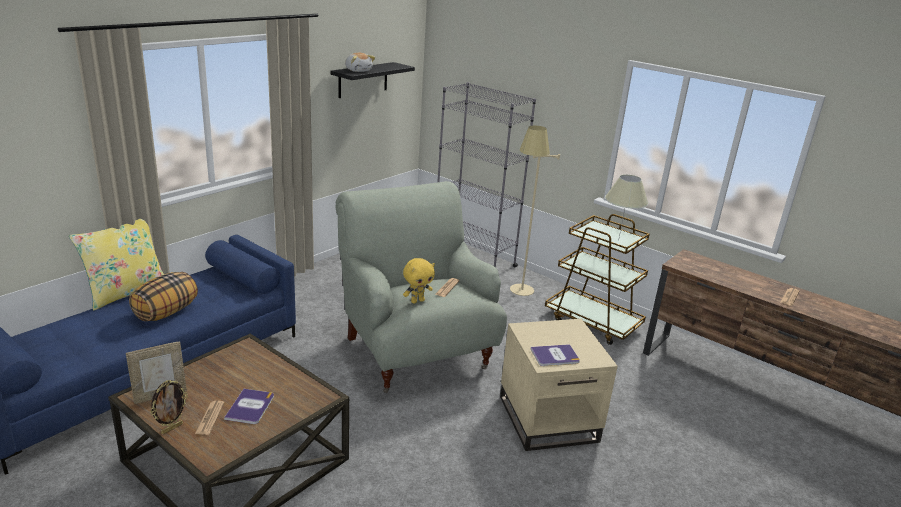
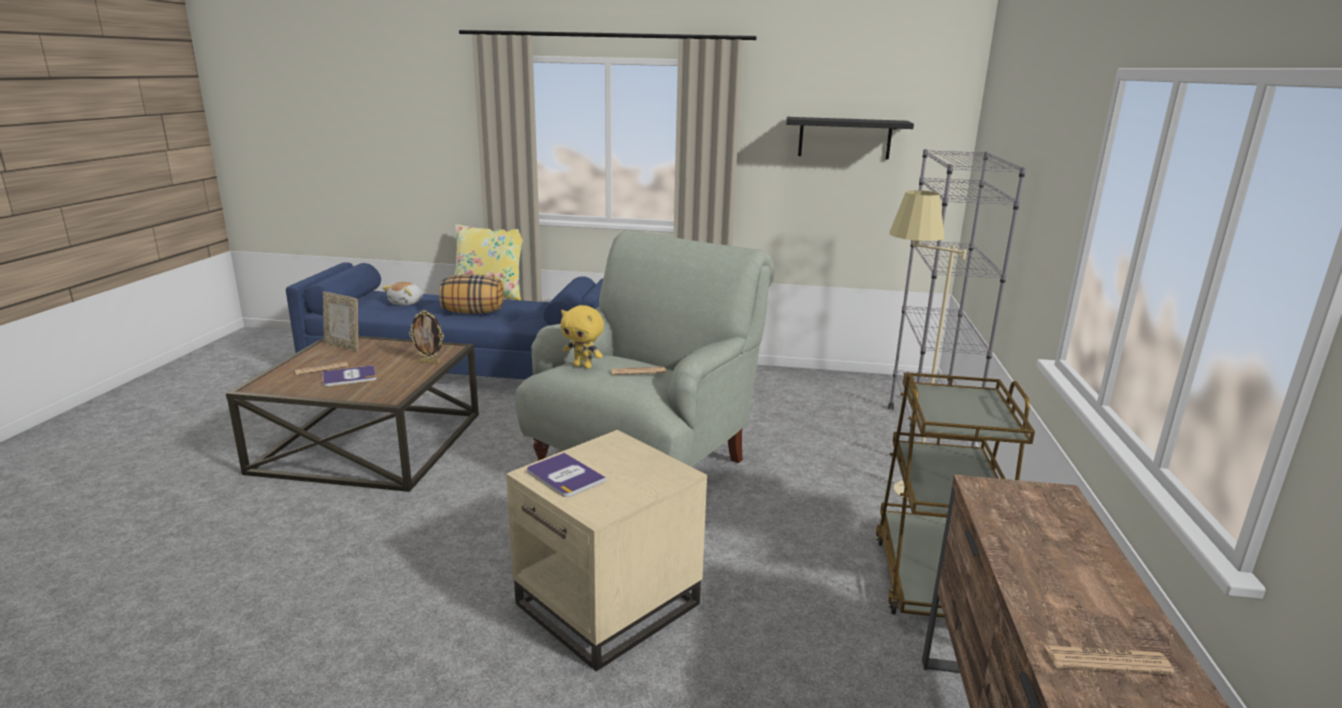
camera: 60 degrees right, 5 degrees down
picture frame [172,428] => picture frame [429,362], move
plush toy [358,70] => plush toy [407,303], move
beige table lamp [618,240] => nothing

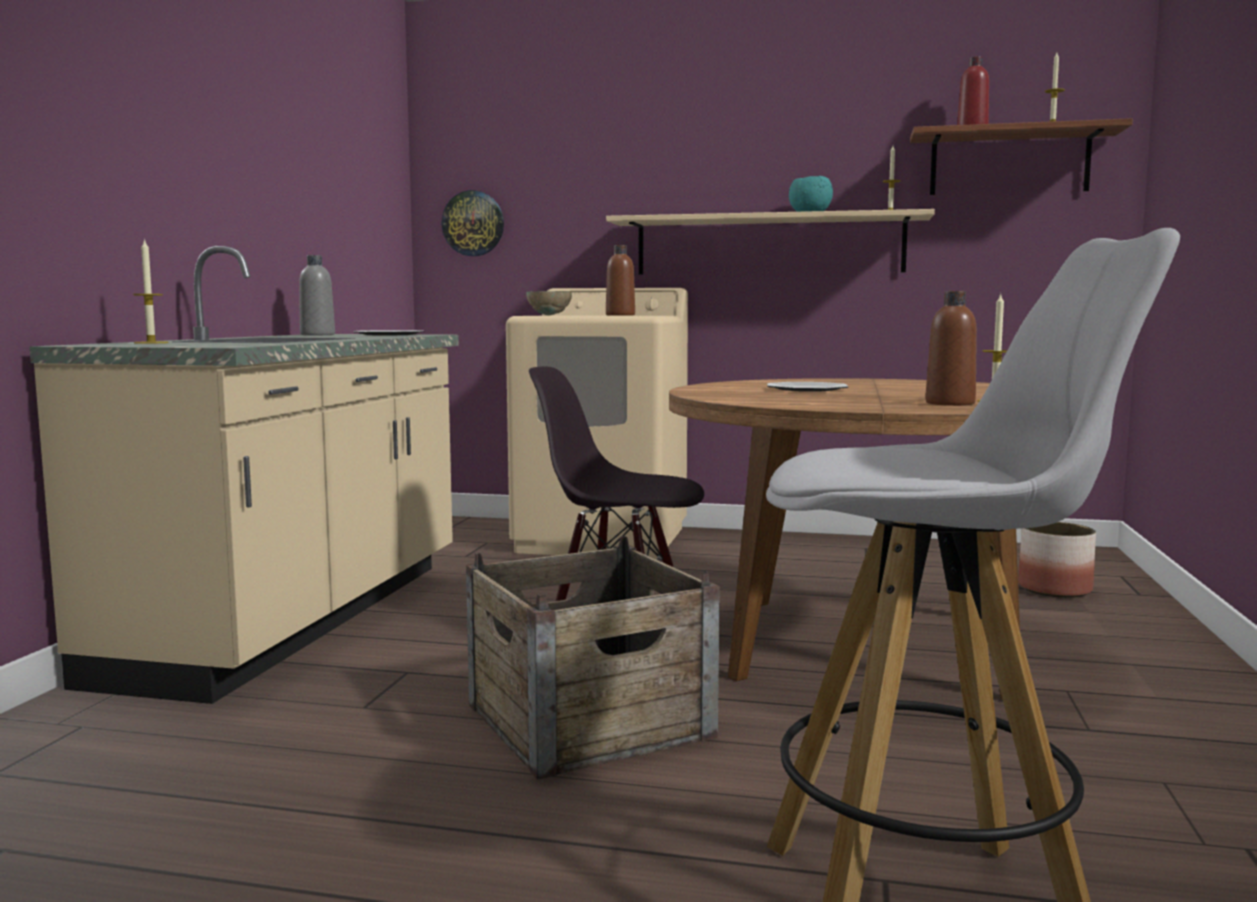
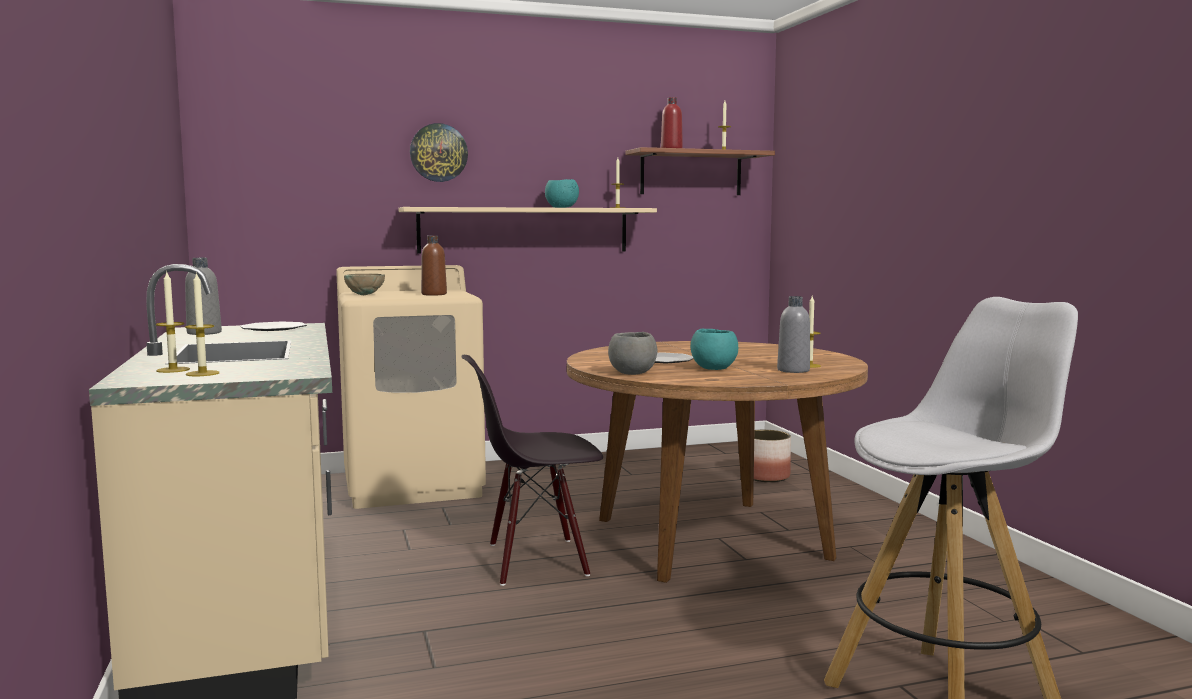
camera: 30 degrees left, 0 degrees up
wall clock [473,223] => wall clock [438,152], move
crate [589,720] => nothing
brown bottle [950,403] => grey bottle [793,370]
nothing => candle [202,373]
nothing => grey bowl [631,373]
nothing => turquoise bowl [713,368]

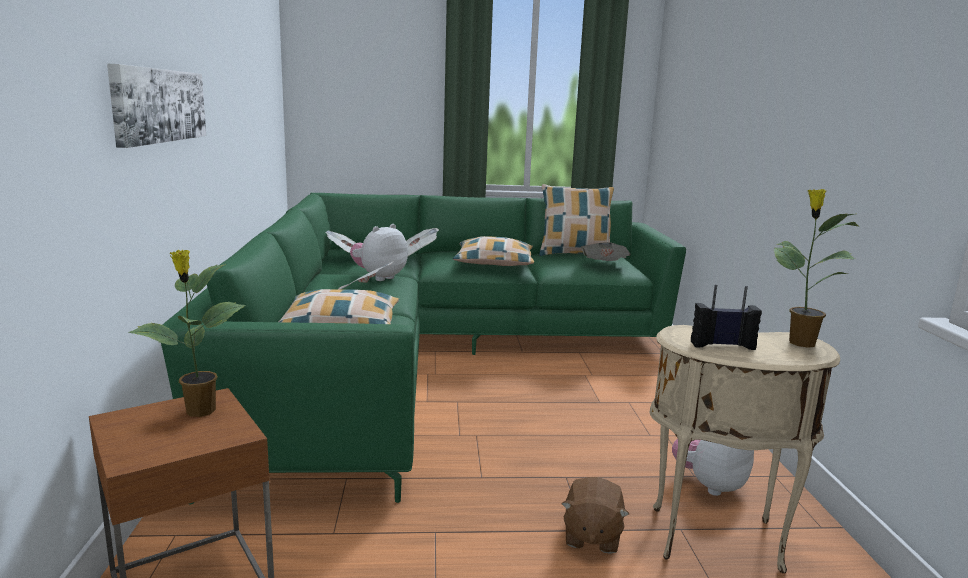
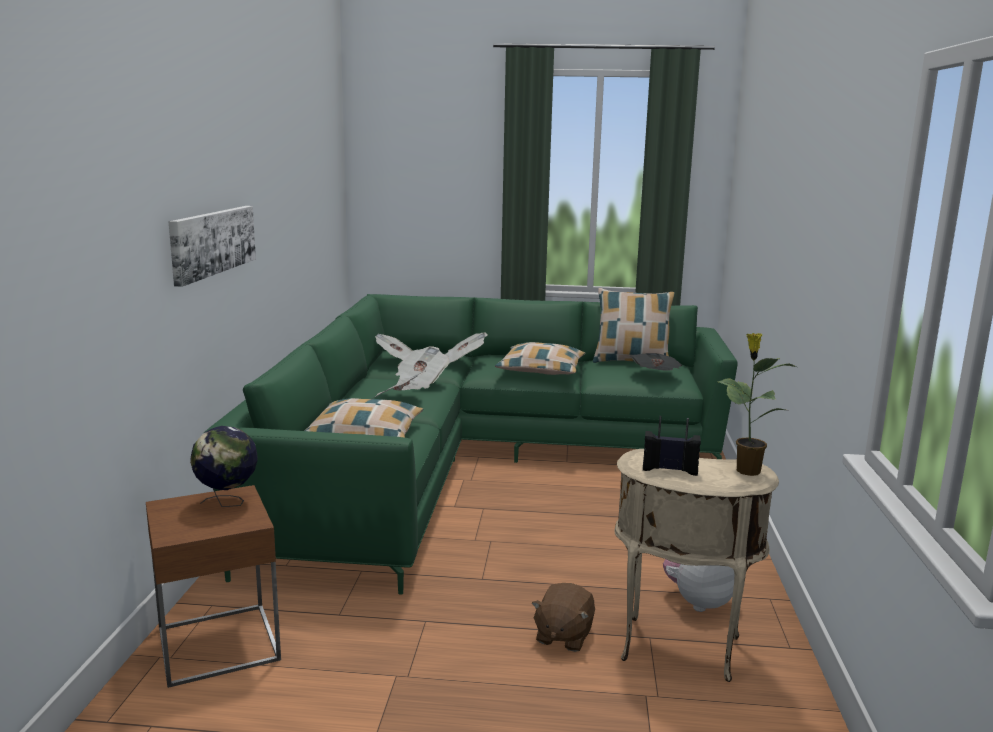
camera: 10 degrees right, 0 degrees up
potted plant [199,411] => globe [227,503]
plush toy [379,277] => newspaper [419,383]

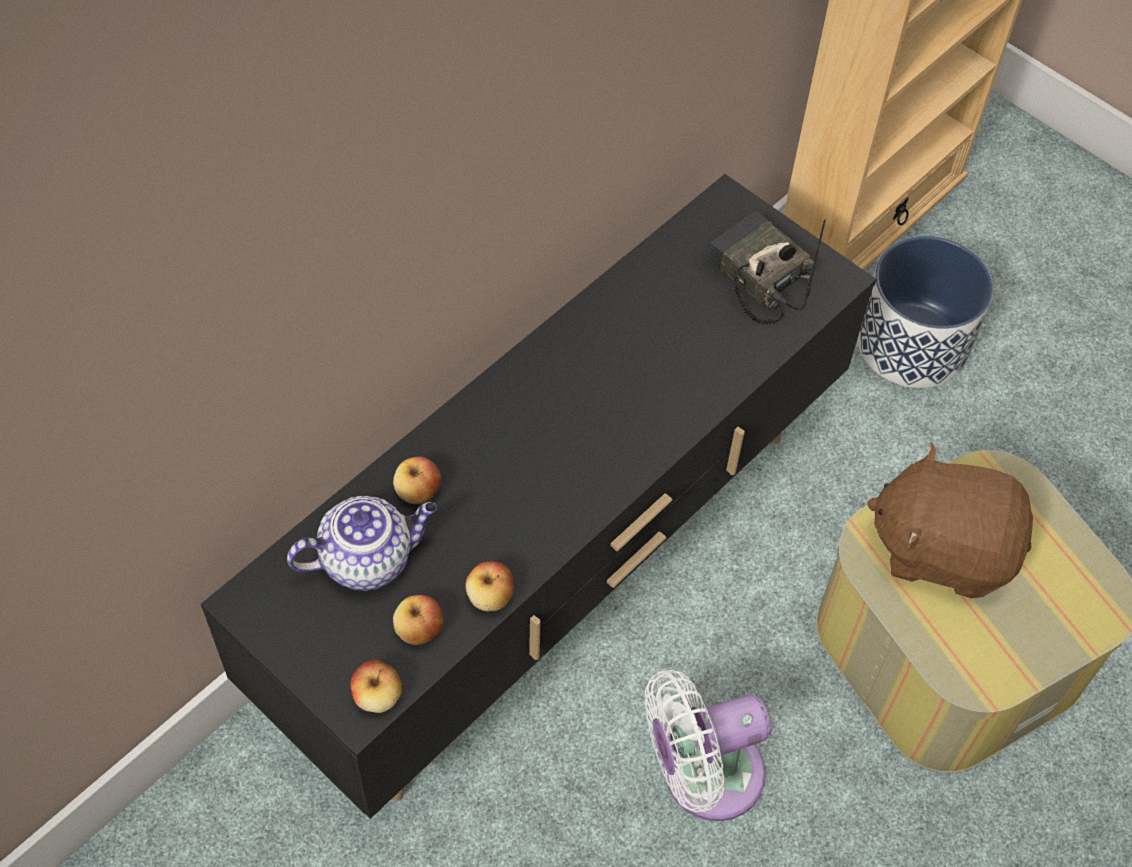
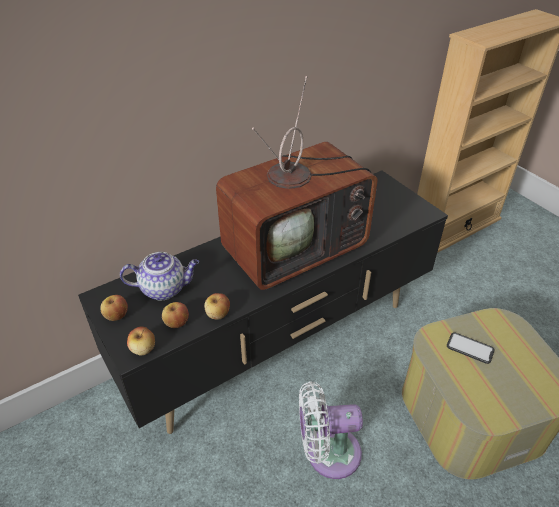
camera: 15 degrees right, 15 degrees down
apple [418,492] => apple [116,316], move
radio [756,276] => nothing
planter [912,343] => nothing
brown plush toy [942,548] => phone [470,348]
nothing => television [296,247]

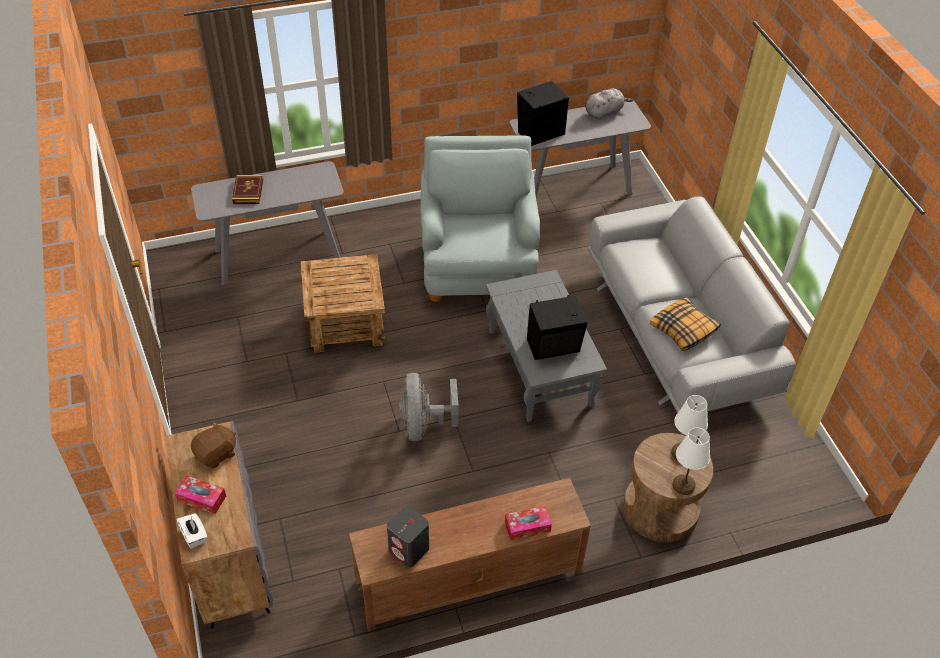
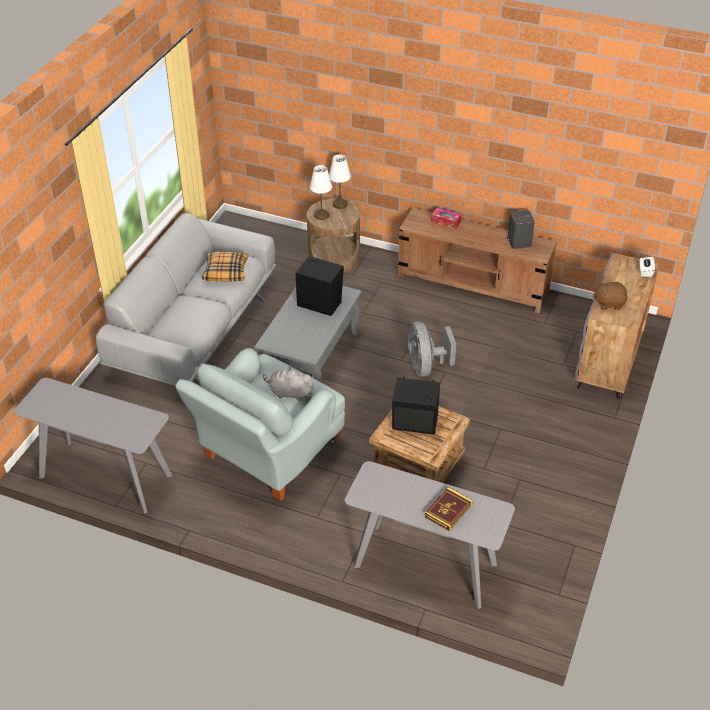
camera: 140 degrees left, 5 degrees down
tissue box [201,498] => nothing
grey fan [423,425] => grey fan [426,367], 135 degrees clockwise
black speaker [539,132] => black speaker [415,424], move
grey plush toy [604,112] => grey plush toy [289,393], move

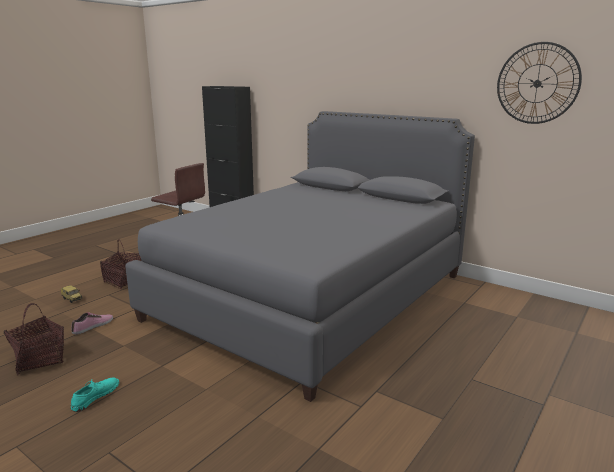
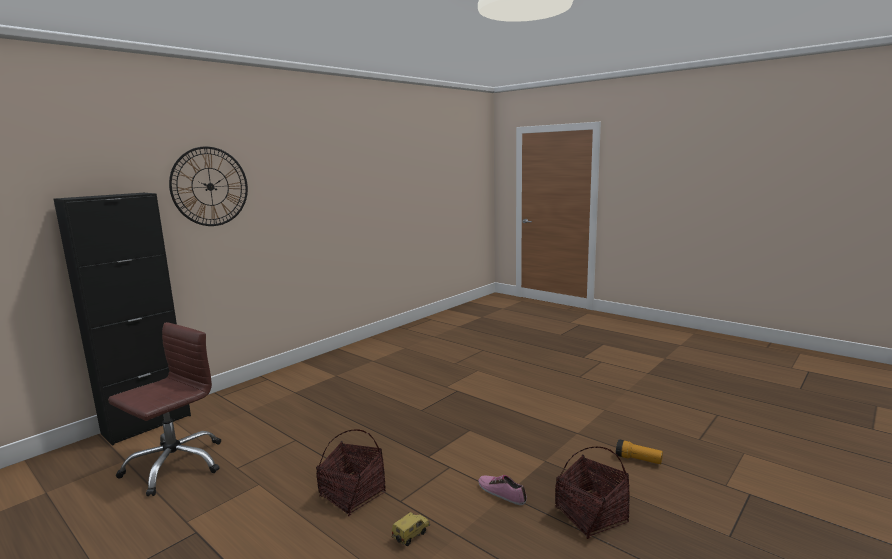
camera: 85 degrees left, 5 degrees down
turquoise shoe [95,396] => flashlight [638,459]
grey bed [312,296] => nothing
wall clock [537,83] => wall clock [210,186], move

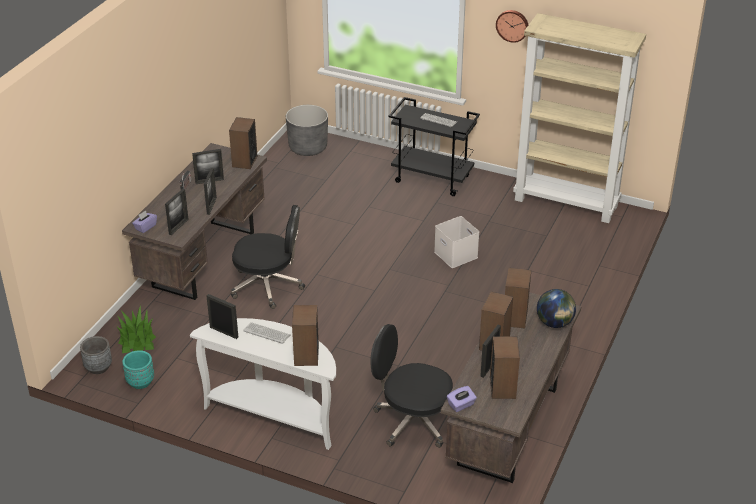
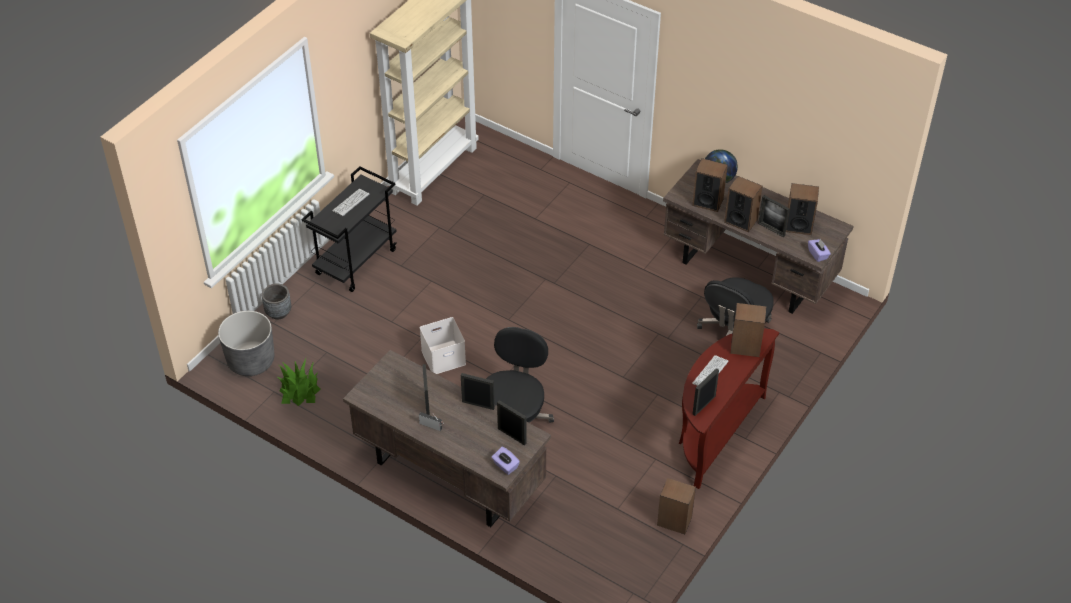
camera: 80 degrees left, 10 degrees up
grey planter [98,367] => grey planter [278,312], move
potted plant [137,340] => potted plant [299,390], move
turquoise planter [140,382] => nothing
white console table [275,415] => brown console table [715,433]
speaker [244,161] => speaker [674,521], move
white storage box [457,255] => white storage box [444,356], move
wall clock [512,25] => nothing

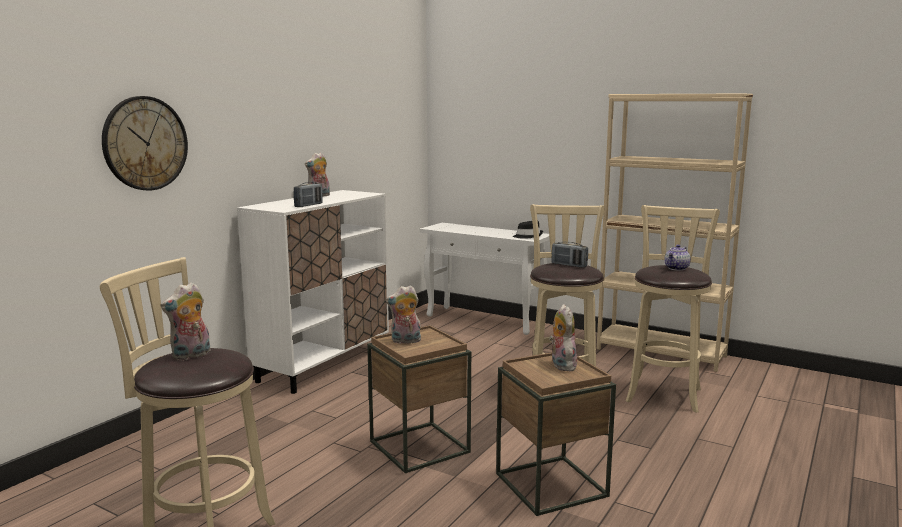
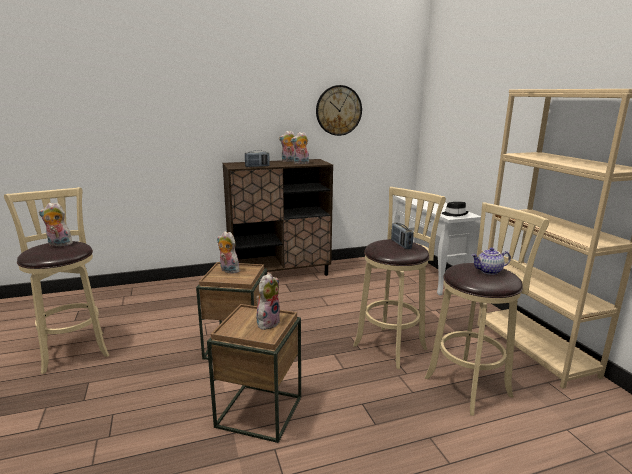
camera: 40 degrees right, 5 degrees up
wall clock [145,143] => wall clock [338,110], move
white cabinet [324,364] => brown cabinet [280,274]
nothing => plush toy [301,163]

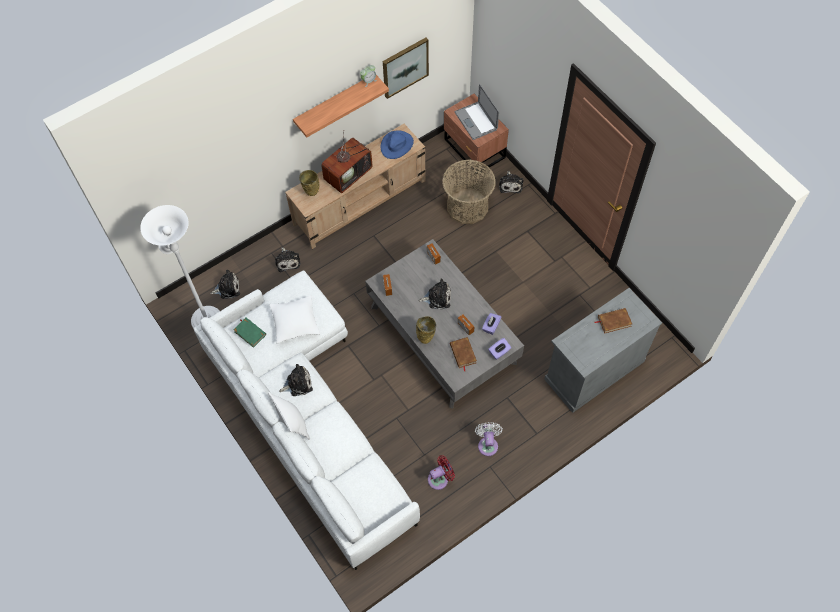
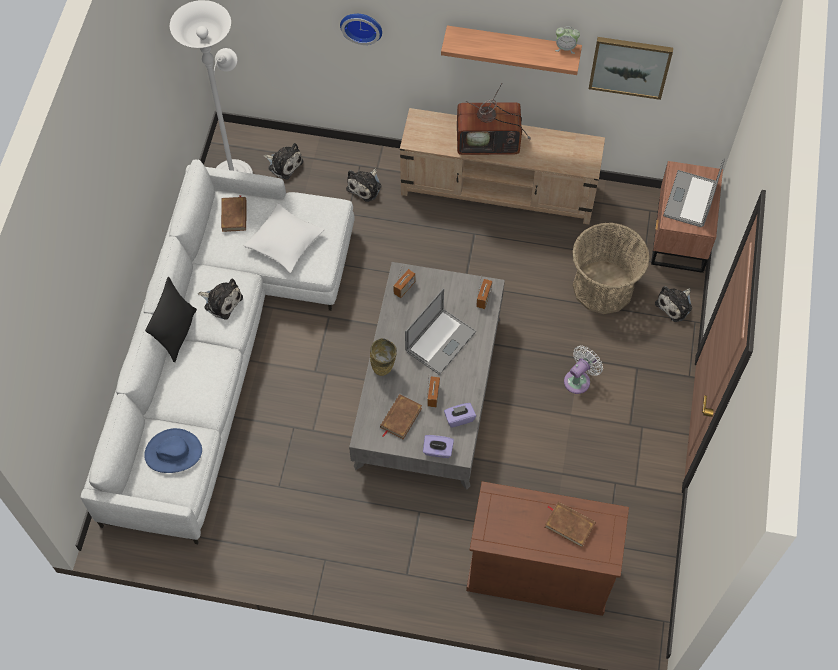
camera: 45 degrees right, 0 degrees up
green book [250,333] => brown book [234,215]
white pillow [293,423] => black pillow [177,333]
beige vase [311,193] => nothing
blue hat [397,145] => blue hat [173,452], move
plush toy [437,298] => laptop [440,341]
red fan [440,478] => nothing
white fan [487,444] => white fan [579,380], move
grey cabinet [594,370] => brown cabinet [539,571]
nothing => wall clock [362,25]

